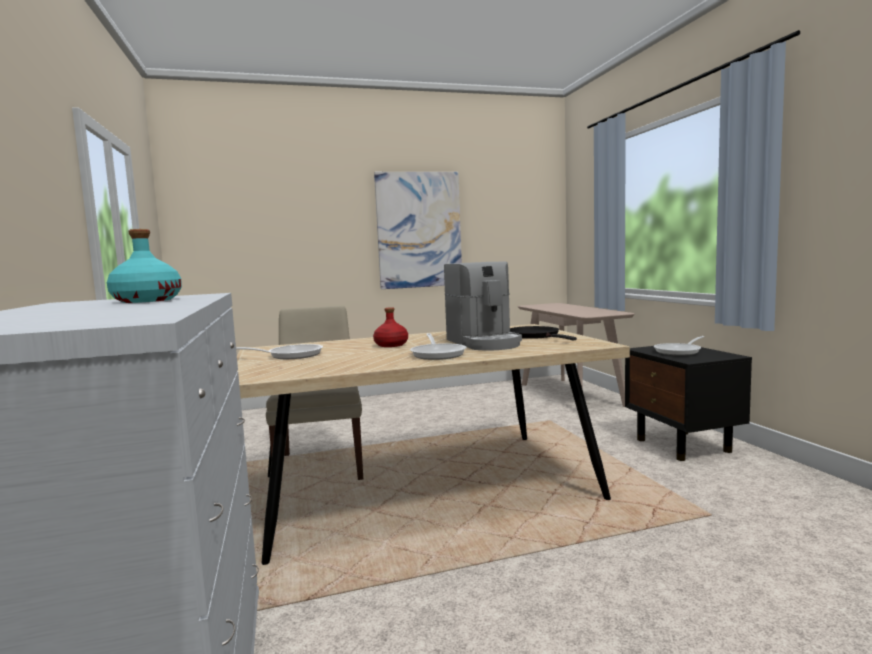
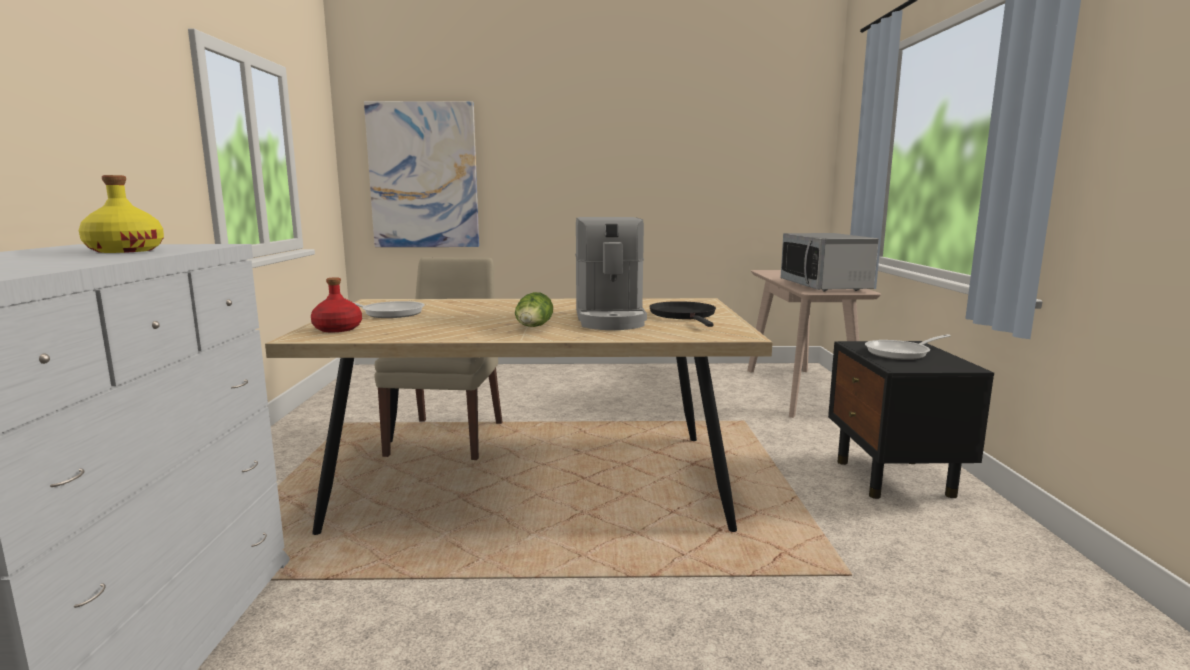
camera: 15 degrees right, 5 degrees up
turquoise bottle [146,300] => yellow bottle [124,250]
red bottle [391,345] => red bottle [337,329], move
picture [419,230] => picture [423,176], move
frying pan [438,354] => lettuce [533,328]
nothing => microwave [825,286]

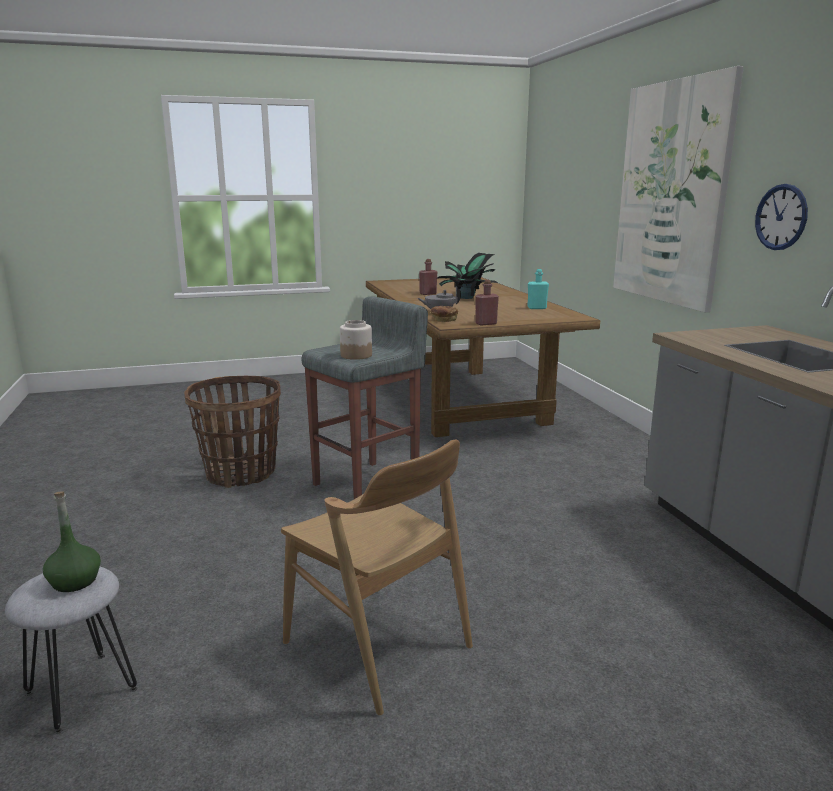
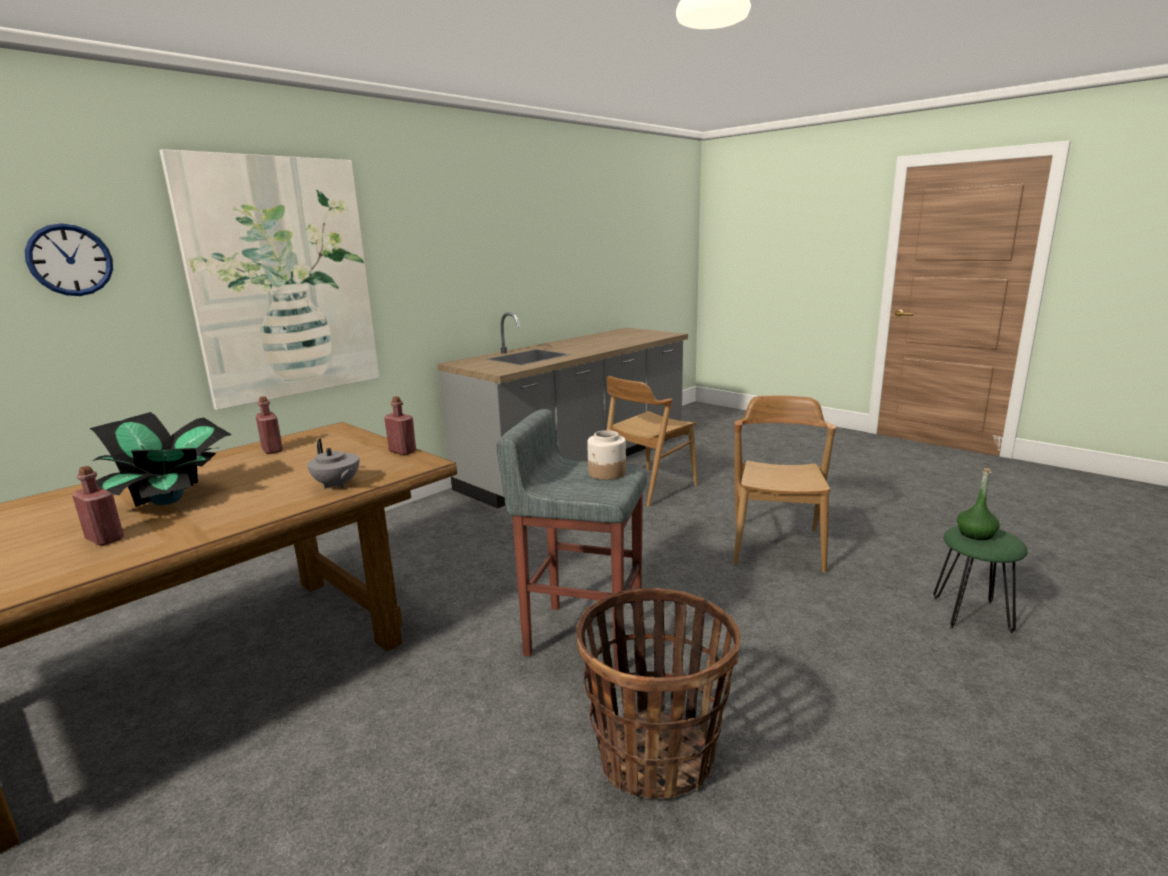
camera: 120 degrees left, 0 degrees up
grey stool [81,690] => green stool [971,615]
bread [443,320] => nothing
turquoise bottle [537,308] => red bottle [272,450]
wall clock [781,217] => wall clock [70,260], move
nothing => brown chair [647,487]

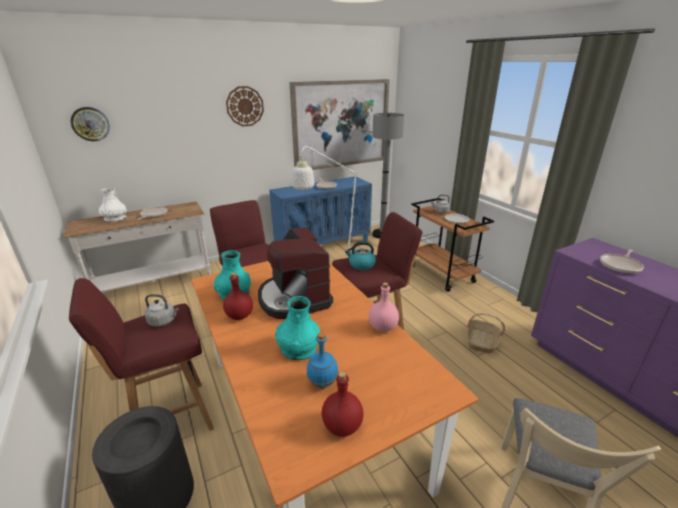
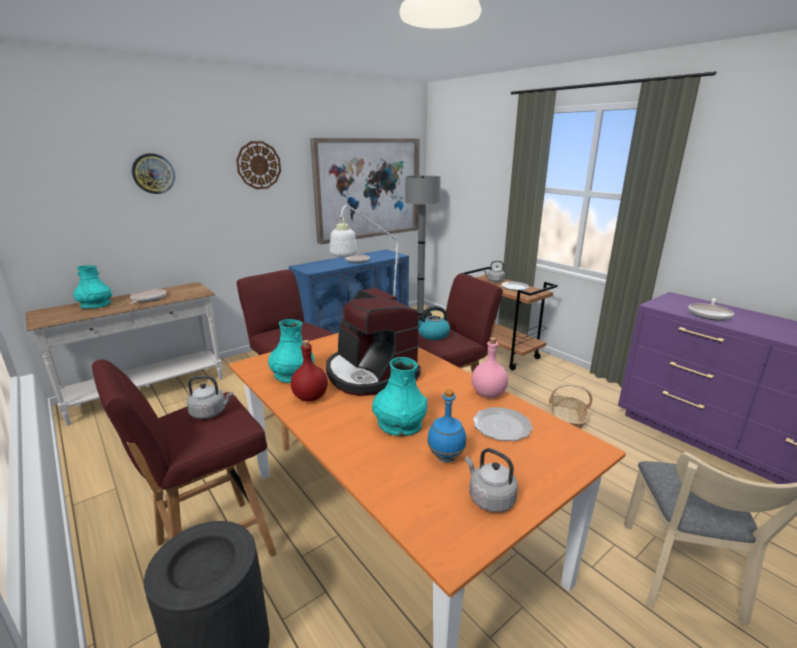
camera: 10 degrees left, 5 degrees down
wall clock [90,124] => wall clock [153,173], move
white vase [115,219] => turquoise vase [96,305]
red bottle [341,426] => grey kettle [489,498]
nothing => plate [503,426]

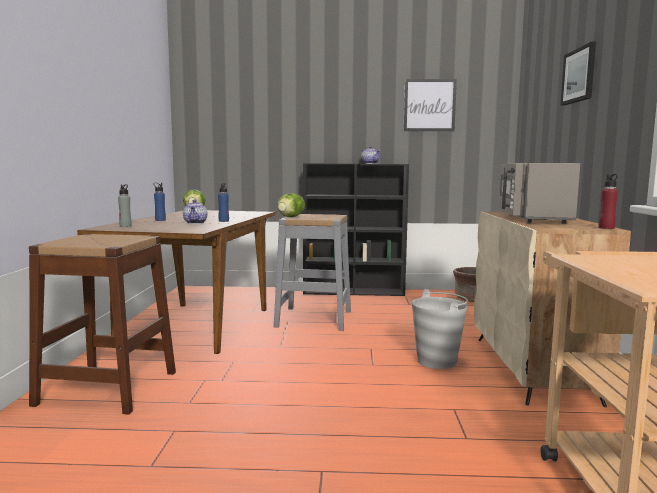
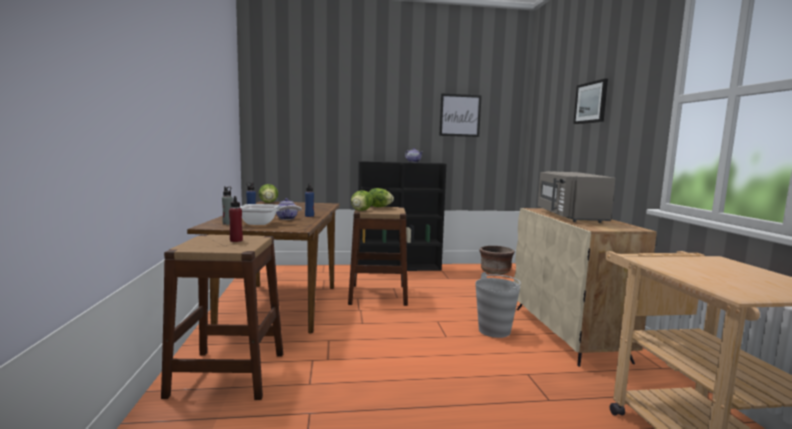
camera: 10 degrees left, 0 degrees up
grey stool [314,318] => brown stool [378,295]
red bottle [606,228] => red bottle [236,240], move
nothing => frying pan [263,223]
nothing => lettuce [379,207]

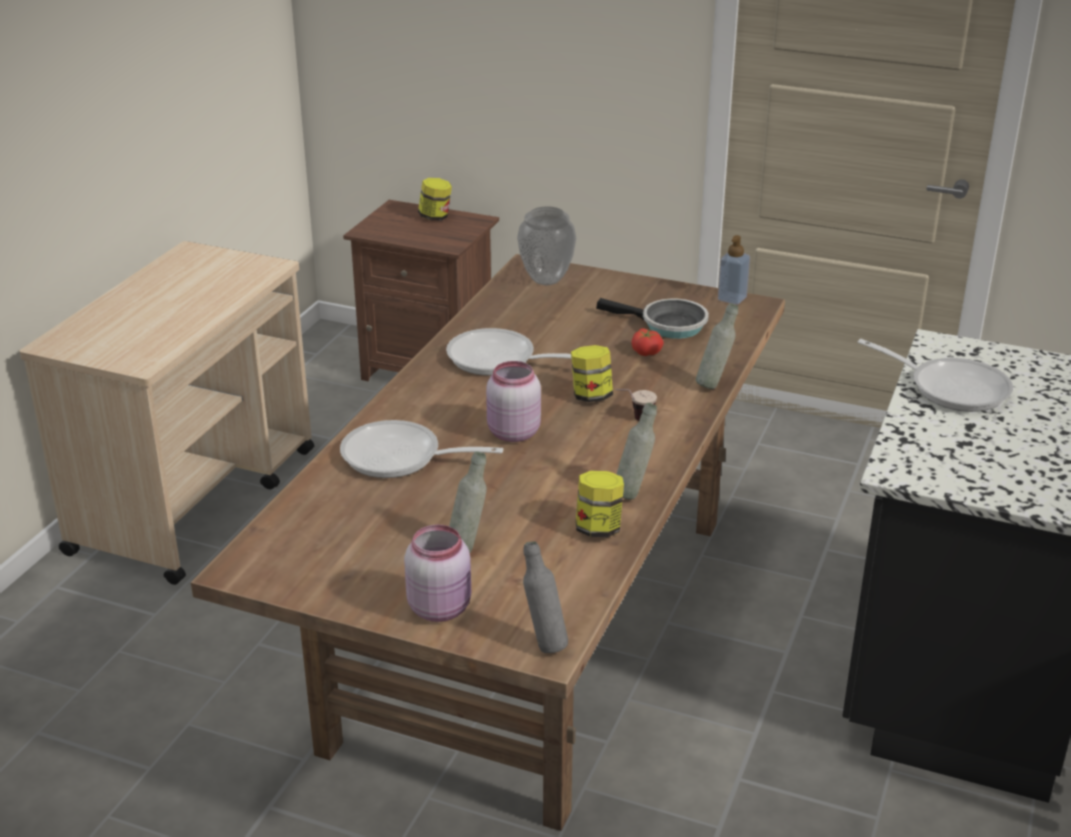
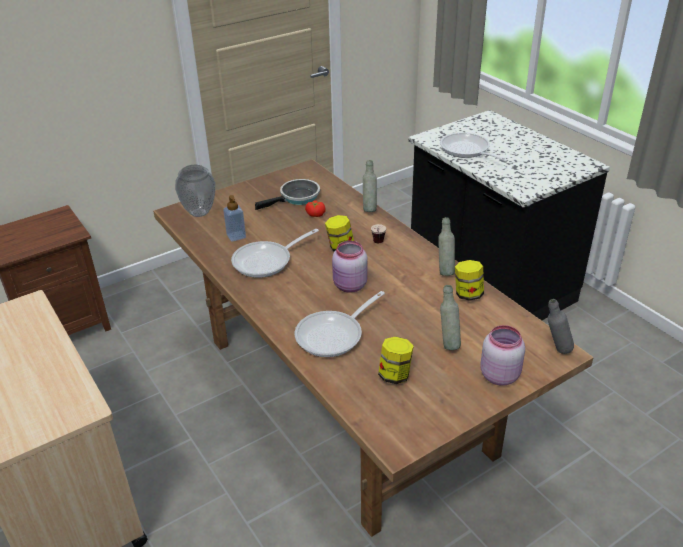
camera: 55 degrees left, 5 degrees up
jar [435,217] => jar [395,375], move
soap dispenser [732,298] => soap dispenser [236,236], move
frying pan [951,388] => frying pan [467,151], 105 degrees counterclockwise

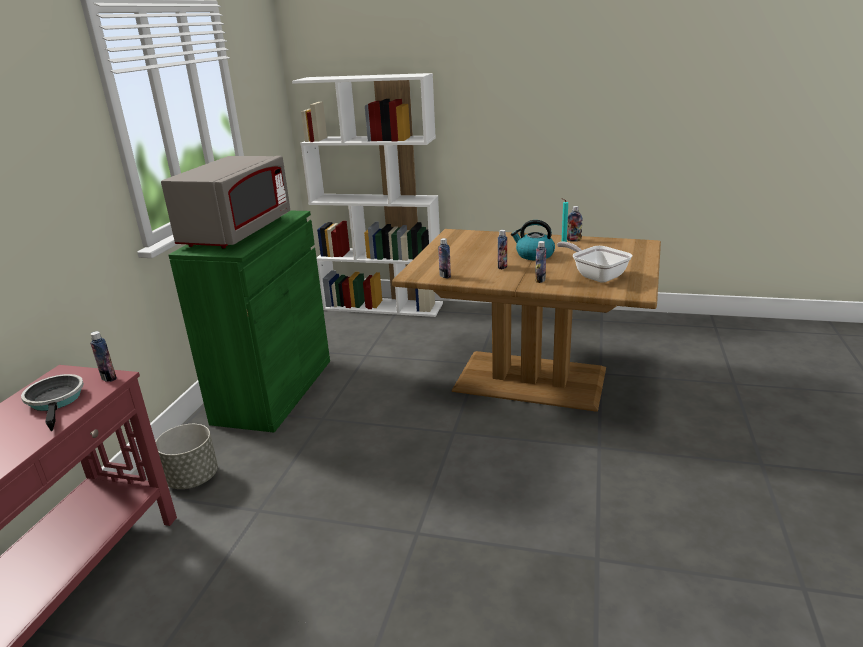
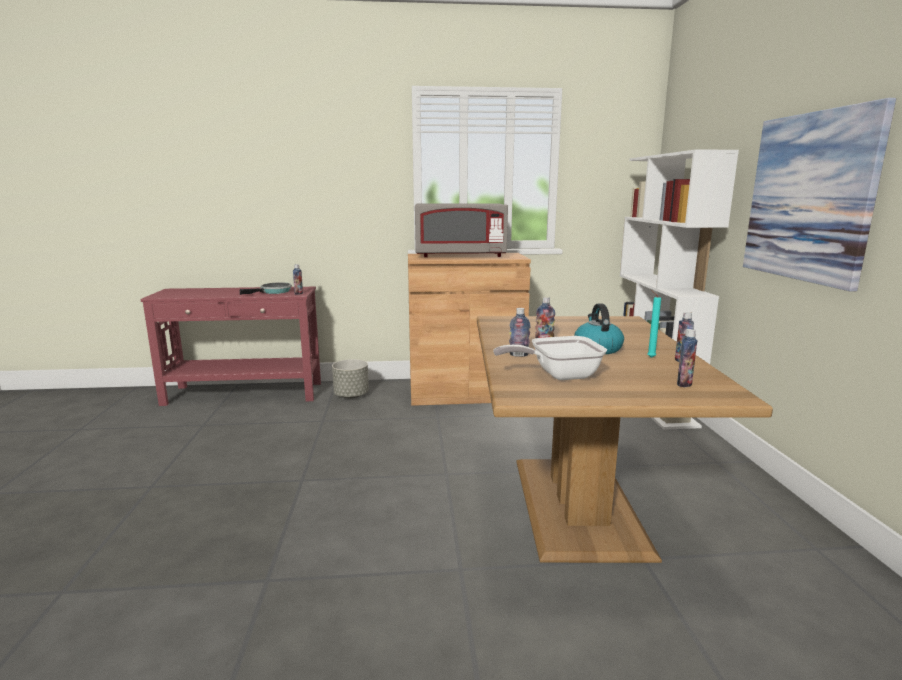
camera: 70 degrees right, 10 degrees down
green cabinet [274,390] => brown cabinet [465,393]
bottle [445,276] => bottle [684,384], move
frying pan [595,275] => frying pan [558,375], 135 degrees counterclockwise
nothing => picture [809,197]

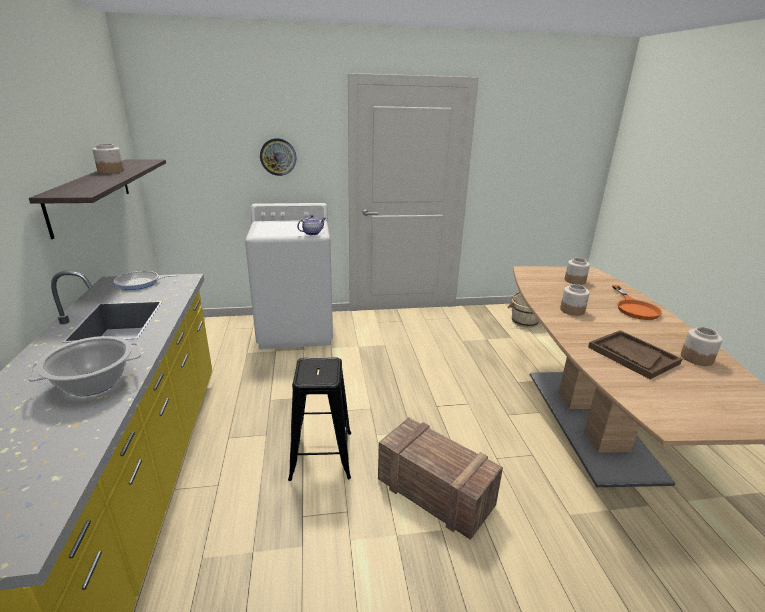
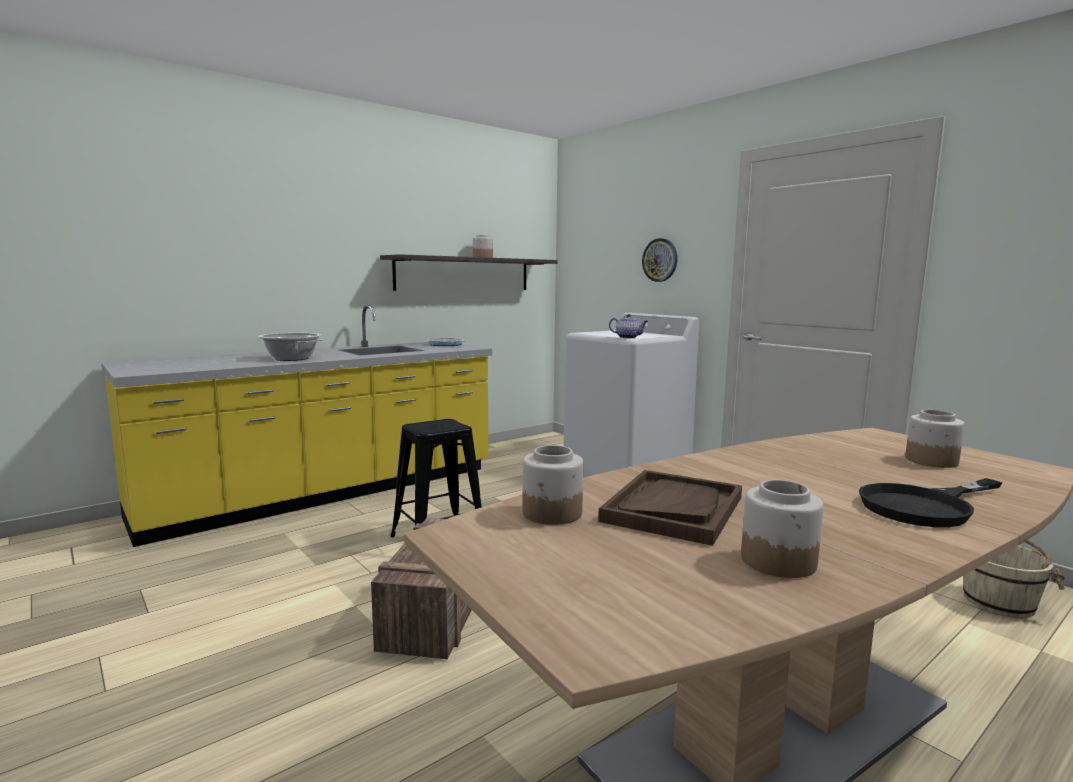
camera: 60 degrees right, 15 degrees down
jar [572,310] => jar [552,513], move
orange frying pan [634,308] => black frying pan [925,506]

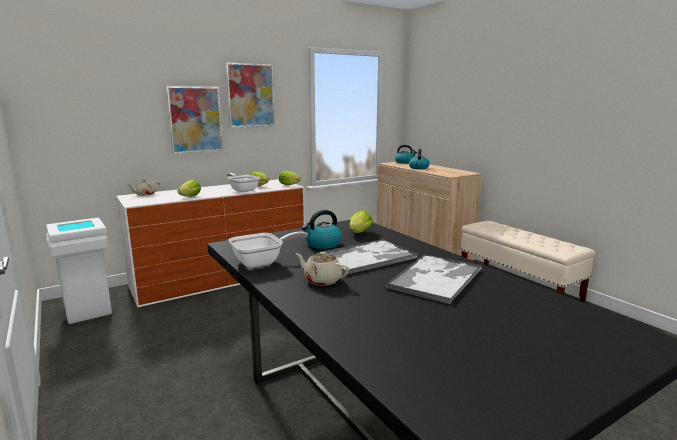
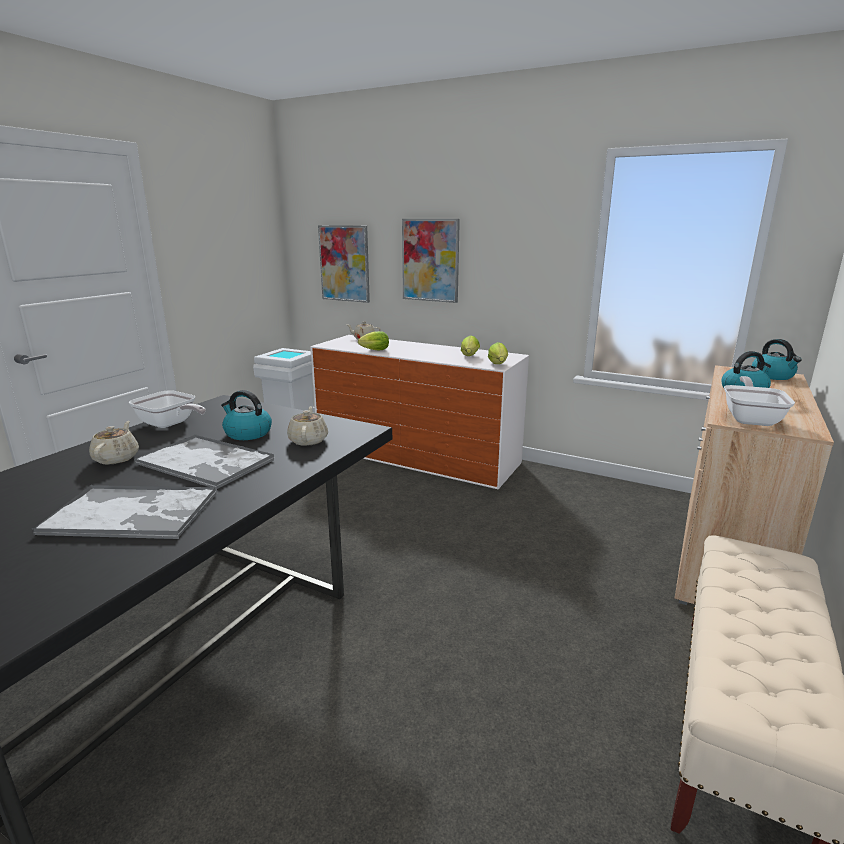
camera: 60 degrees right, 5 degrees up
picture [250,95] => picture [344,263], move
frying pan [242,190] => frying pan [751,418], move
lettuce [359,233] => beige teapot [308,440]

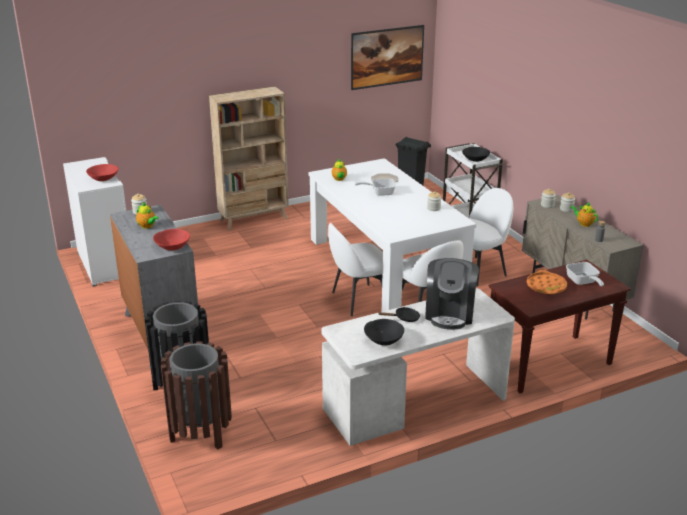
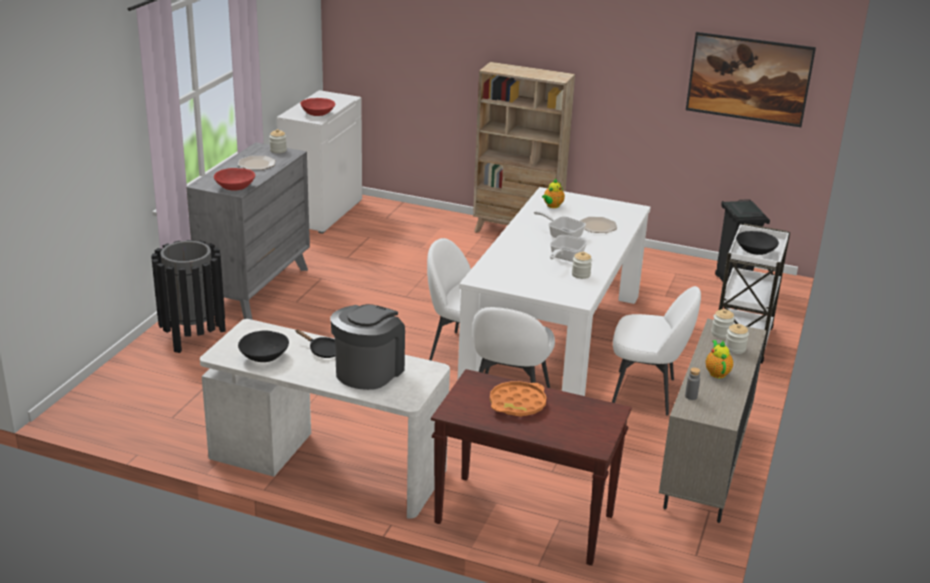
camera: 45 degrees right, 0 degrees up
teapot [147,226] => plate [256,164]
brown trash can [201,433] => nothing
coffee machine [450,313] => coffee machine [368,370], 150 degrees clockwise
frying pan [583,282] => frying pan [564,258], move

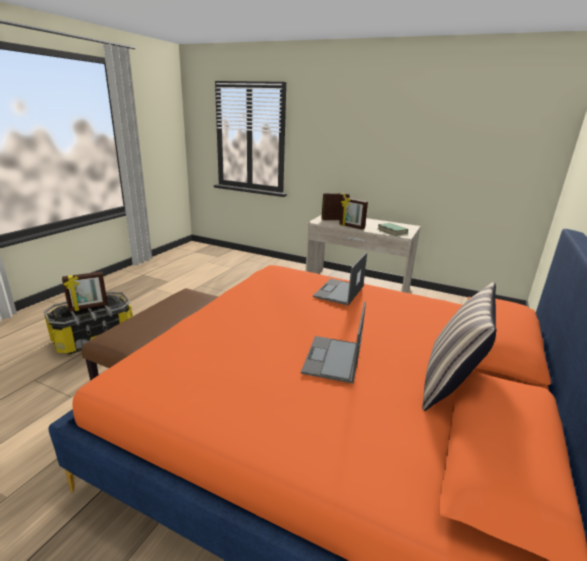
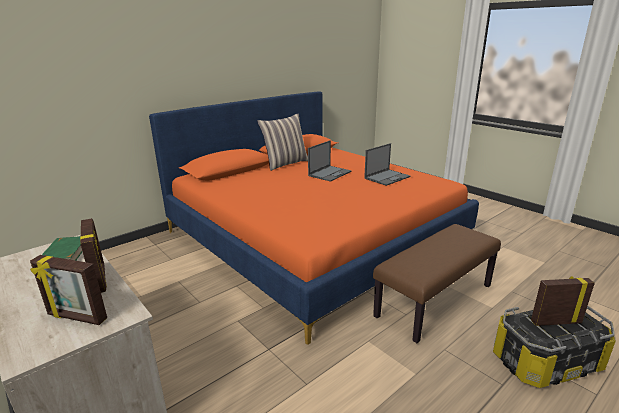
camera: 155 degrees left, 0 degrees up
laptop [339,292] => laptop [387,177], move

